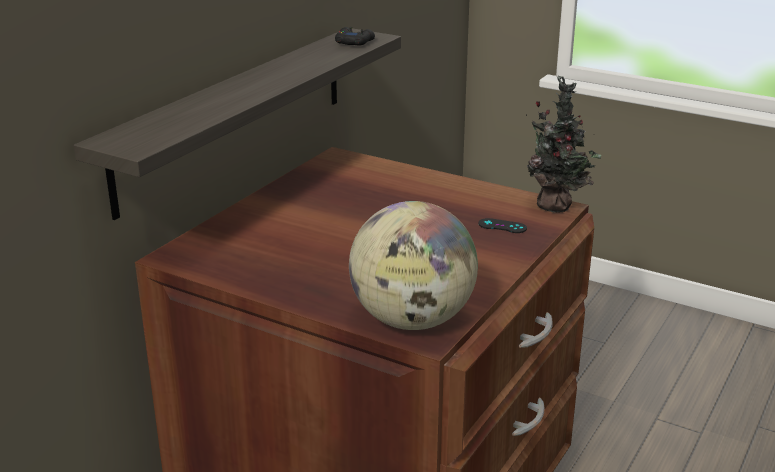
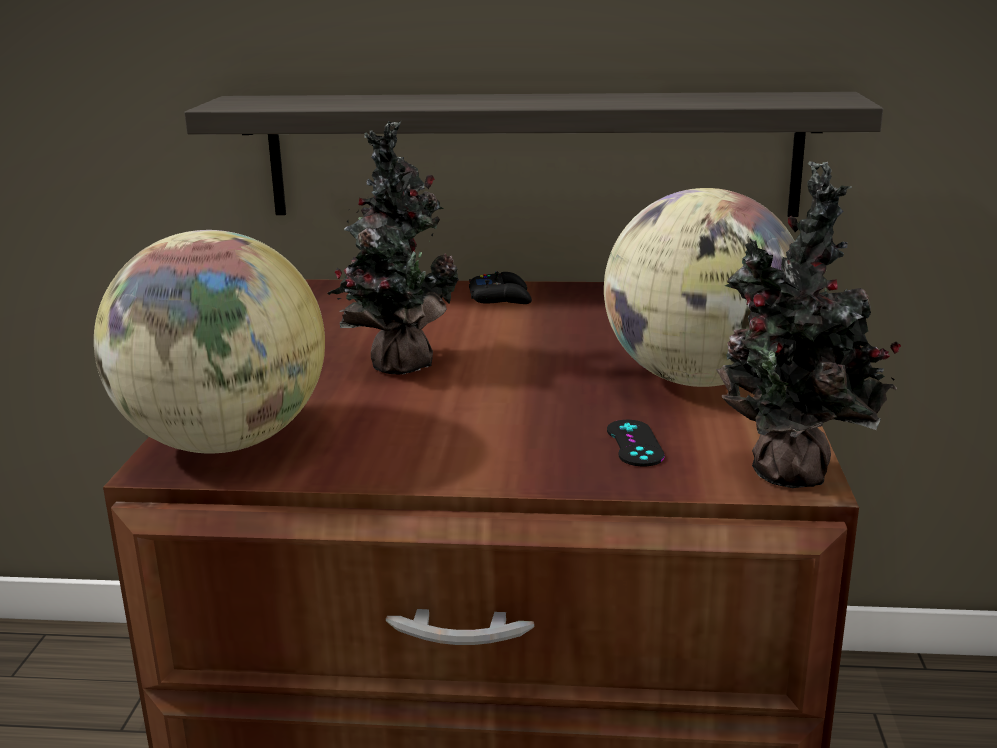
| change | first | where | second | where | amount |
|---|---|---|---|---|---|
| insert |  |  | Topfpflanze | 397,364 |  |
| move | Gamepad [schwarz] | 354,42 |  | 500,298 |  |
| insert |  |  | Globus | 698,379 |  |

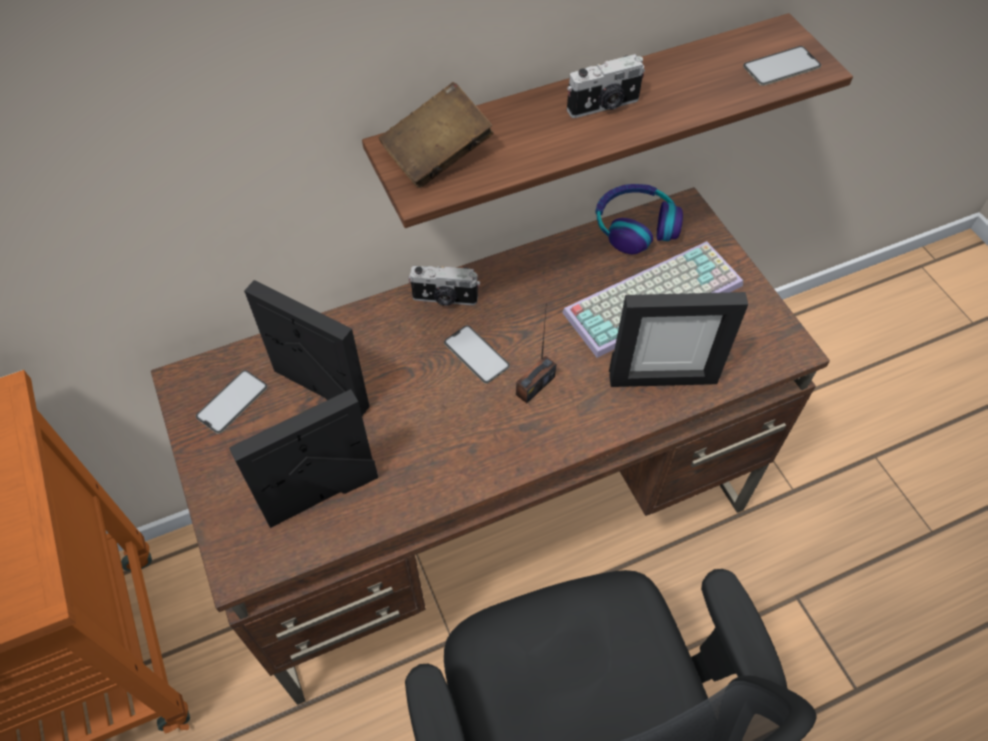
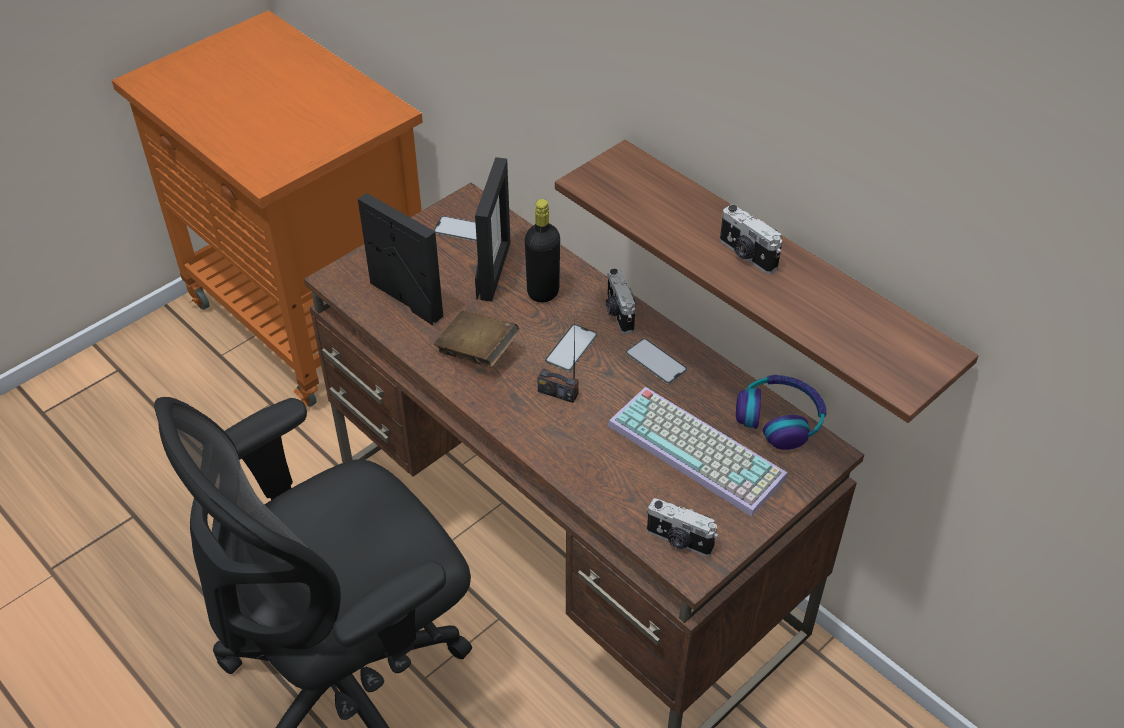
| change | first | where | second | where | amount |
|---|---|---|---|---|---|
| move | Buch [braun] | 437,155 |  | 477,352 |  |
| insert |  |  | Flasche [schwarz] | 543,292 |  |
| move | Handy | 781,66 |  | 656,361 |  |
| insert |  |  | Kamera | 679,540 |  |
| delete | Bilderrahmen | 662,377 |  |  |  |

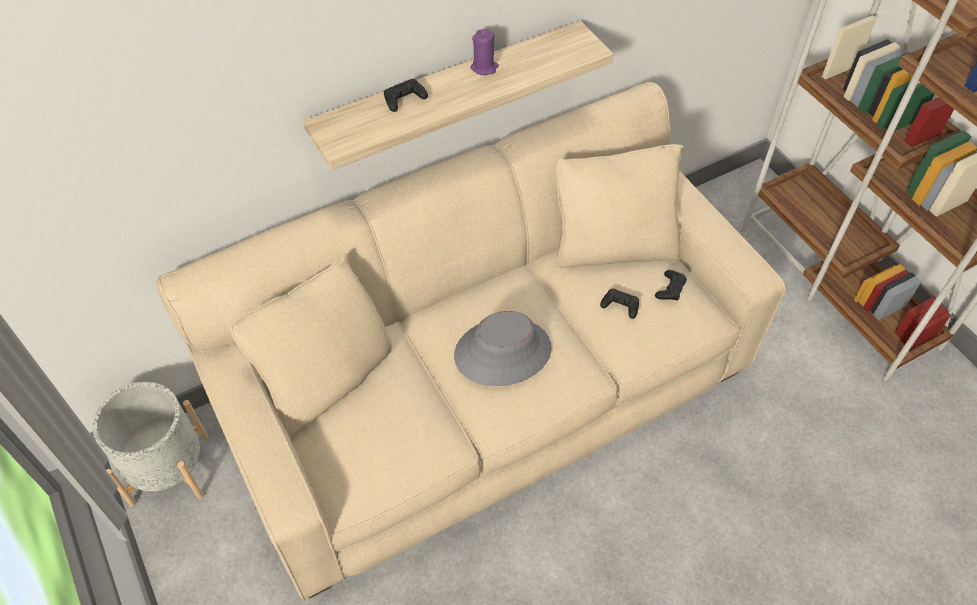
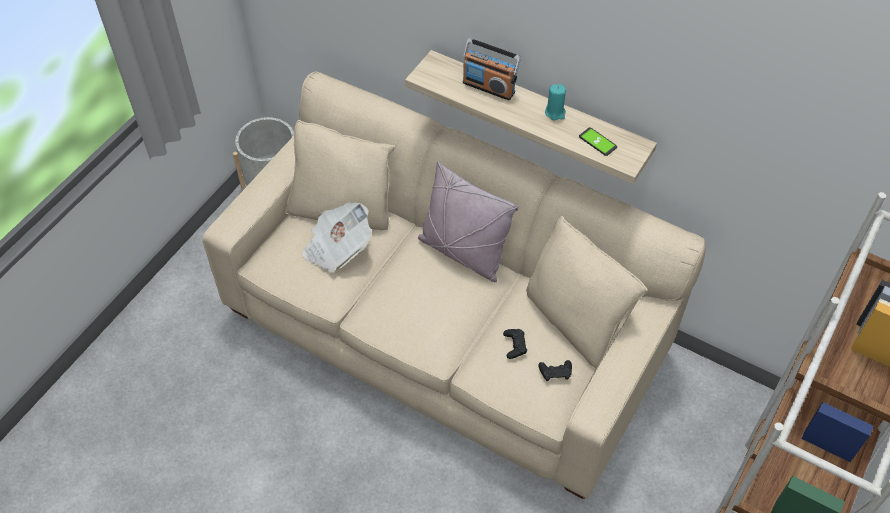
| change | first | where | second | where | amount |
|---|---|---|---|---|---|
| insert |  |  | Zeitung | 337,247 |  |
| insert |  |  | Kissen [lila] | 463,252 |  |
| replace | Gamepad [schwarz] | 404,99 | Radio | 489,87 |  |
| recolor | Kerze [lila] | 484,67 | Kerze [türkis] | 555,112 |  |
| insert |  |  | Handy | 597,142 |  |
| delete | Hut [grau] | 502,352 |  |  |  |

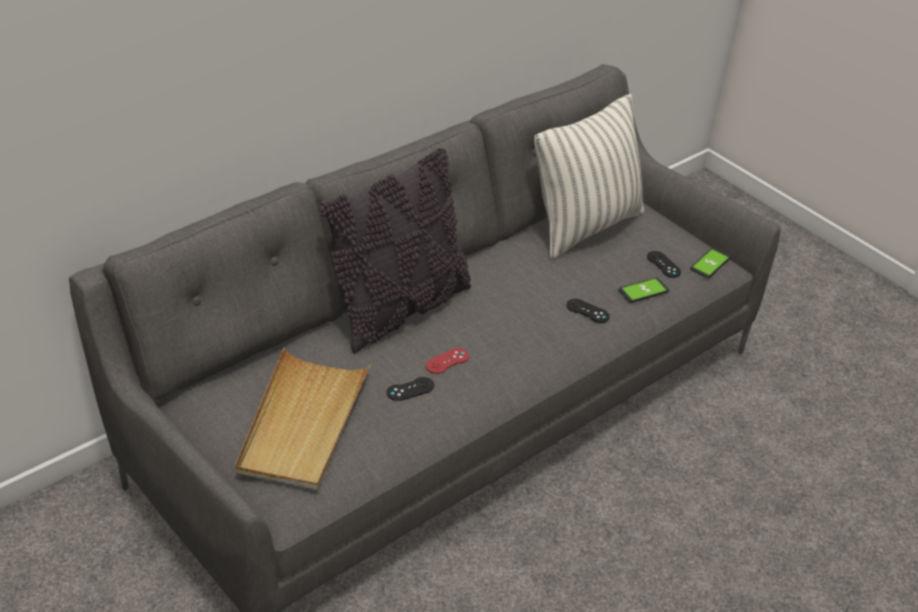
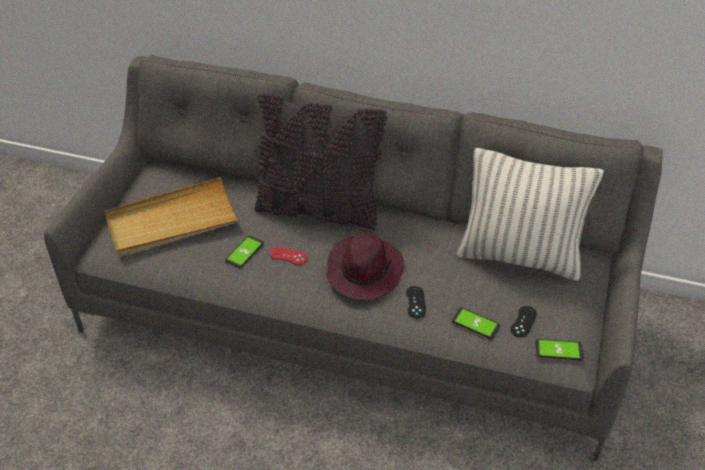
| change | first | where | second | where | amount |
|---|---|---|---|---|---|
| replace | Gamepad [schwarz] | 410,389 | Handy | 244,252 |  |
| insert |  |  | Hut [lila] | 364,270 |  |

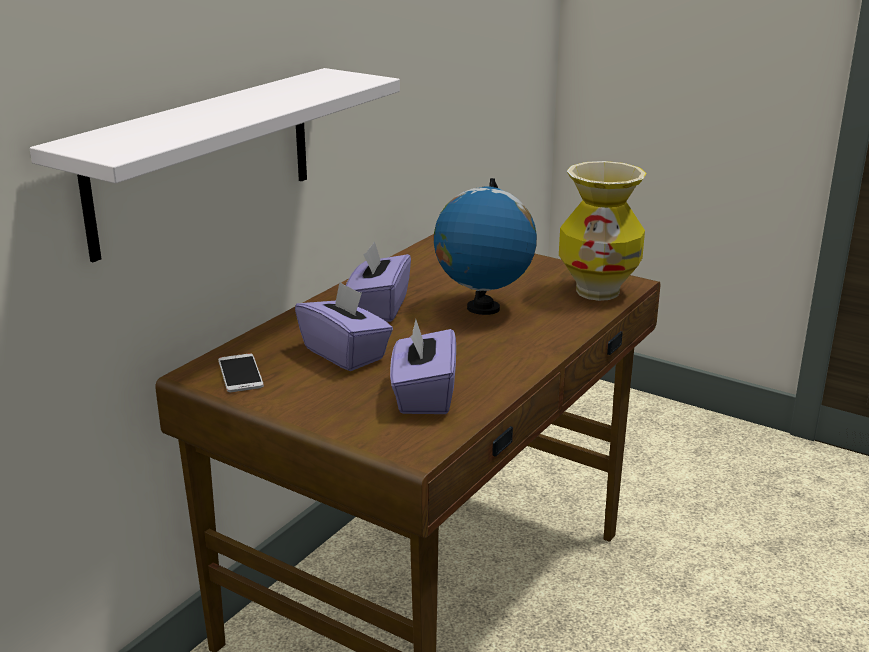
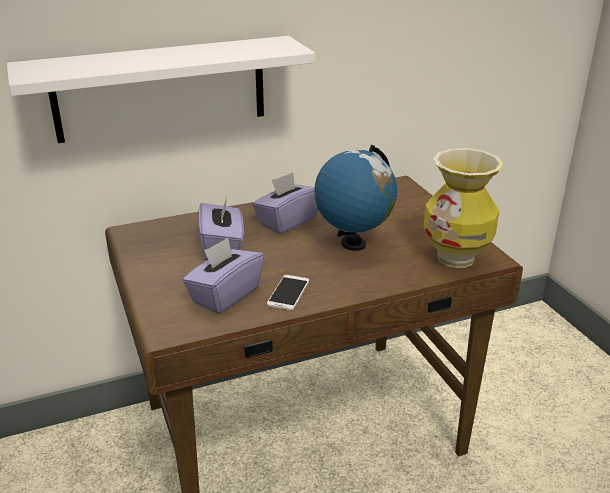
| change | first | where | second | where | amount |
|---|---|---|---|---|---|
| move | Handy | 240,373 |  | 288,293 |  |

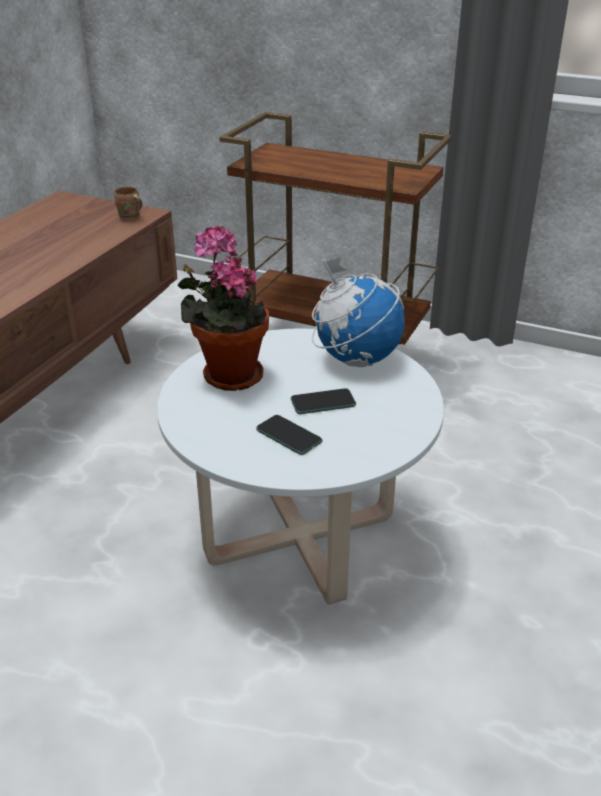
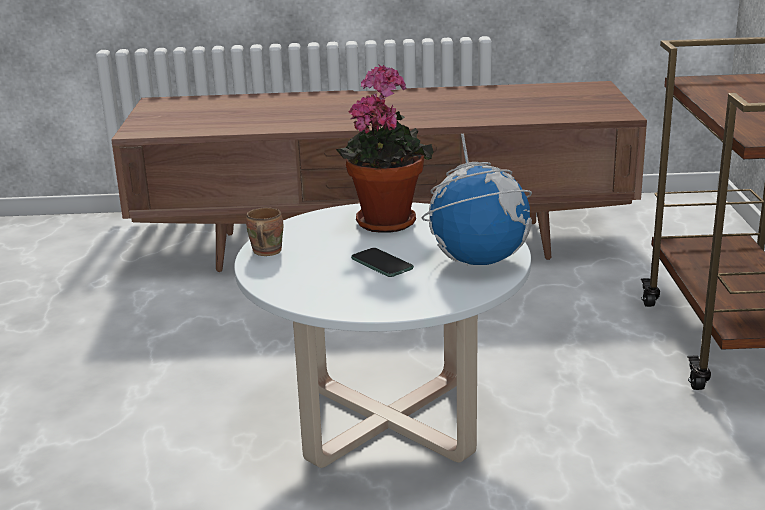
| change | first | where | second | where | amount |
|---|---|---|---|---|---|
| move | Henkelbecher [braun] | 129,218 |  | 265,252 |  |
| delete | Handy | 289,436 |  |  |  |

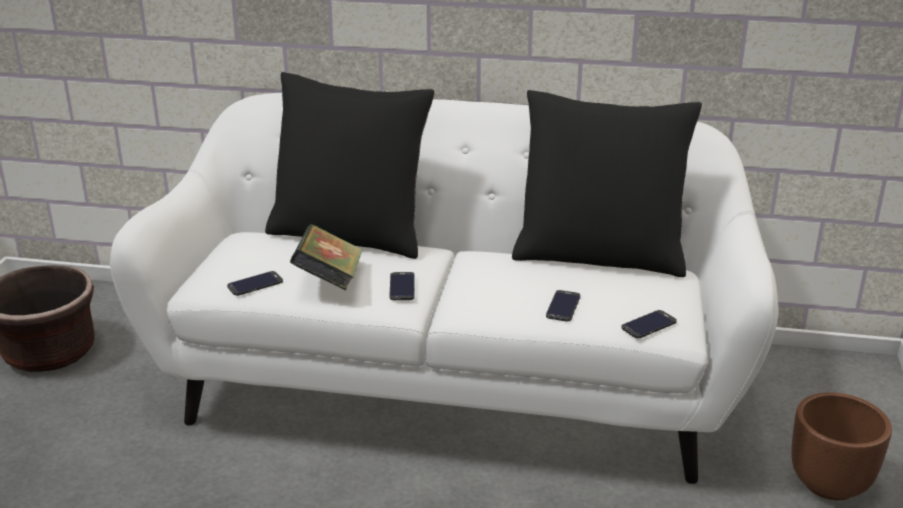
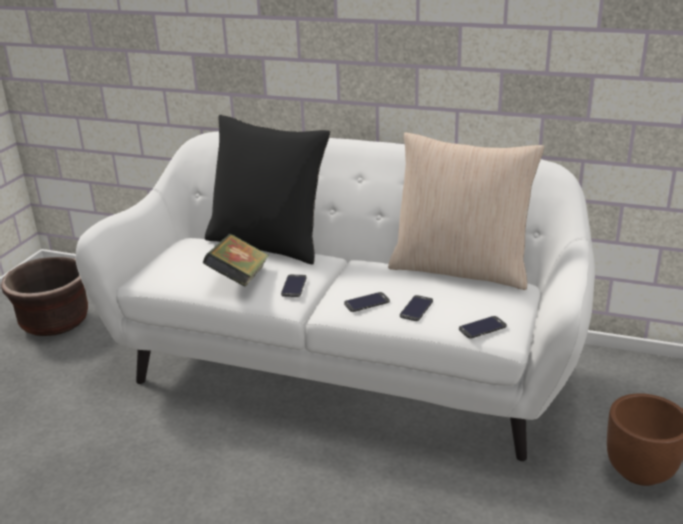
| change | first | where | second | where | amount |
|---|---|---|---|---|---|
| move | Handy | 255,284 |  | 367,302 |  |
| recolor | Kissen [schwarz] | 599,255 | Kissen [beige] | 460,268 |  |

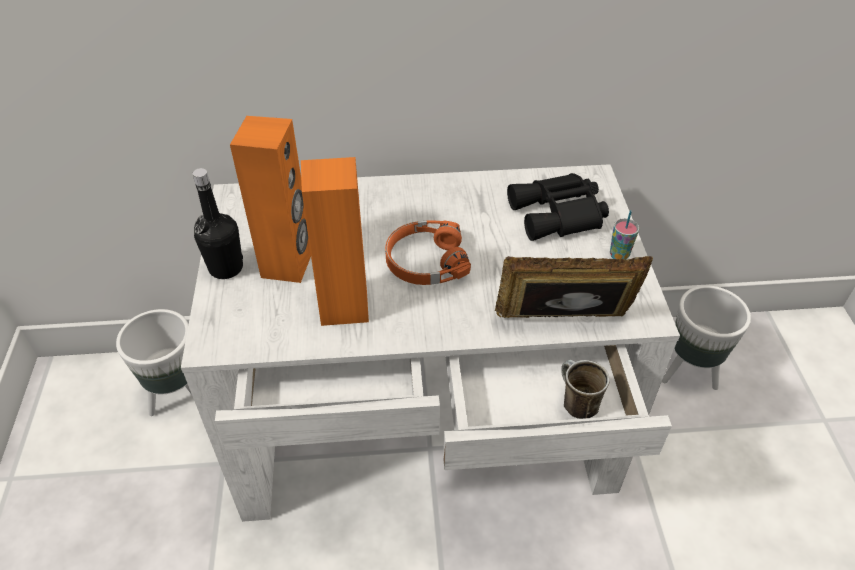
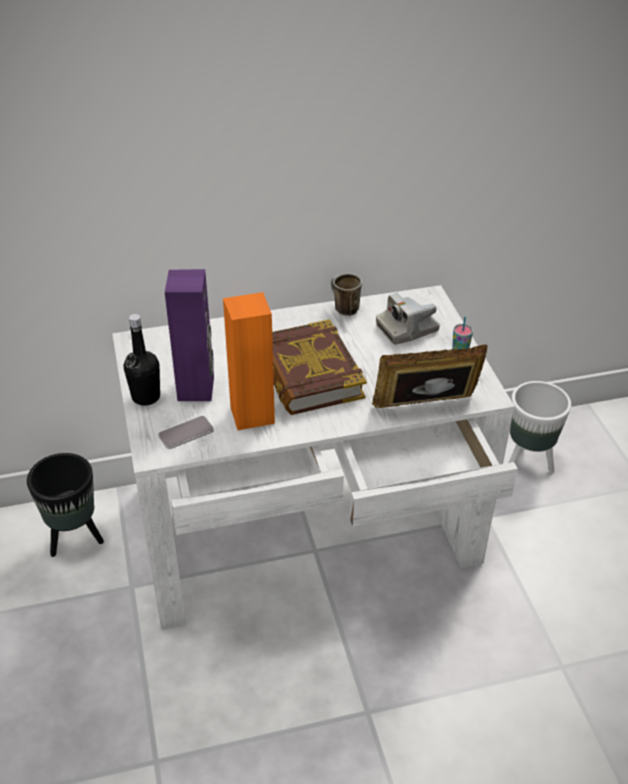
| change | first | where | second | where | amount |
|---|---|---|---|---|---|
| recolor | Pflanzkübel [weiß] | 178,398 | Pflanzkübel [schwarz] | 74,538 |  |
| insert |  |  | Handy | 186,433 |  |
| recolor | Lautsprecher [orange] | 288,264 | Lautsprecher [lila] | 196,389 |  |
| replace | Kopfhörer [orange] | 425,262 | Buch | 308,375 |  |
| move | Henkelbecher | 574,403 |  | 342,308 |  |
| replace | Fernglas [schwarz] | 559,215 | Kamera | 407,329 |  |

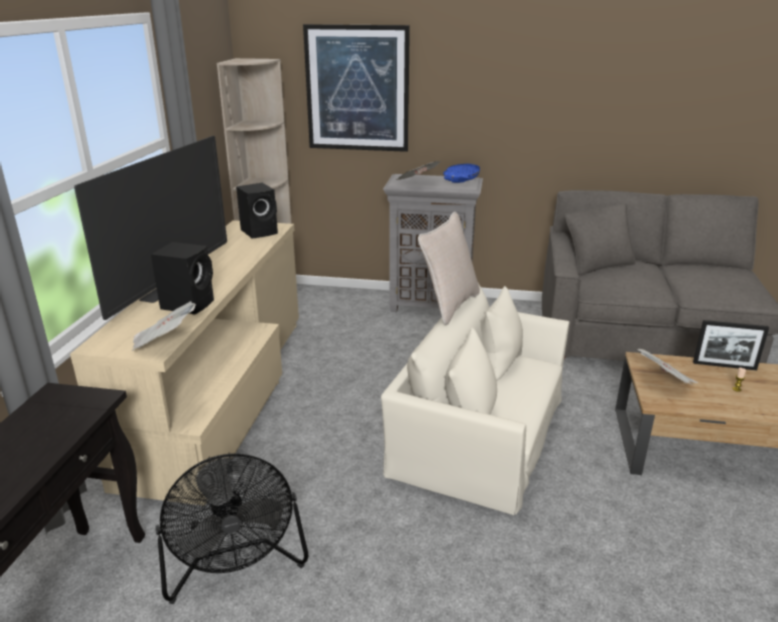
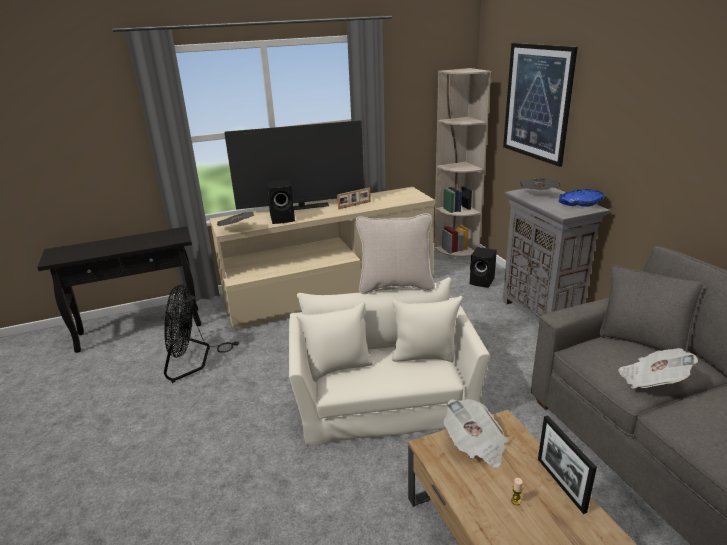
| change | first | where | second | where | amount |
|---|---|---|---|---|---|
| rotate | Ventilator [schwarz] | 230,565 |  | 196,357 | 45 degrees clockwise |
| insert |  |  | Bilderrahmen | 354,205 |  |
| move | Lautsprecher [schwarz] | 260,232 |  | 482,281 |  |
| insert |  |  | Zeitung | 652,381 |  |

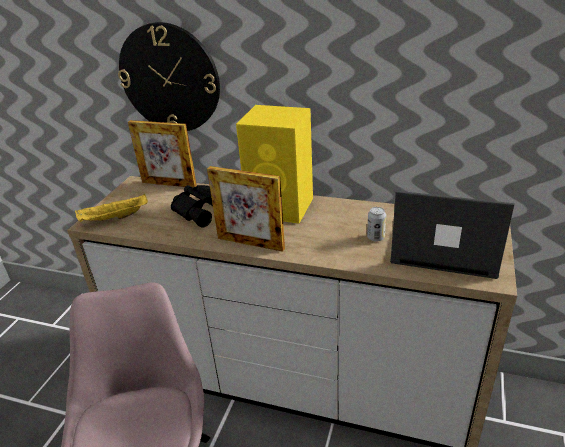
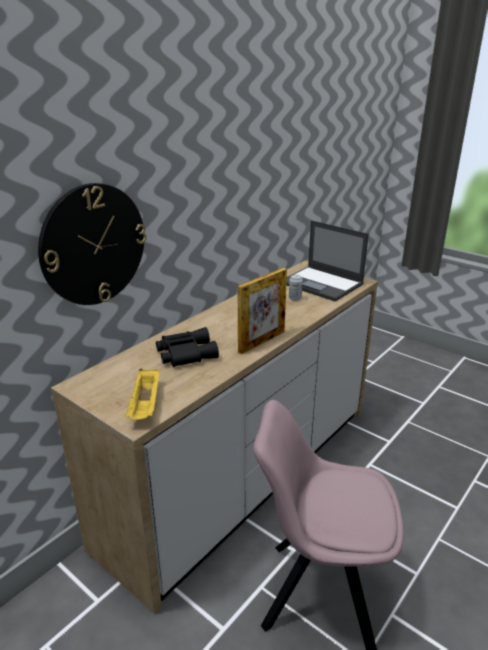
| change | first | where | second | where | amount |
|---|---|---|---|---|---|
| rotate | Laptop | 443,247 |  | 322,284 | 90 degrees counterclockwise |
| delete | Bilderrahmen | 169,184 |  |  |  |
| delete | Lautsprecher [gelb] | 282,207 |  |  |  |

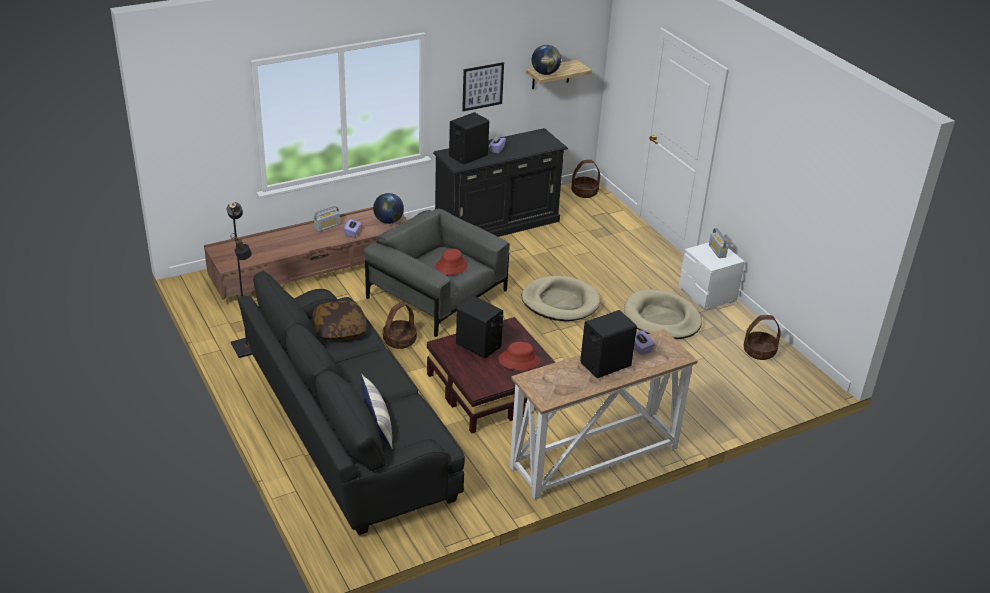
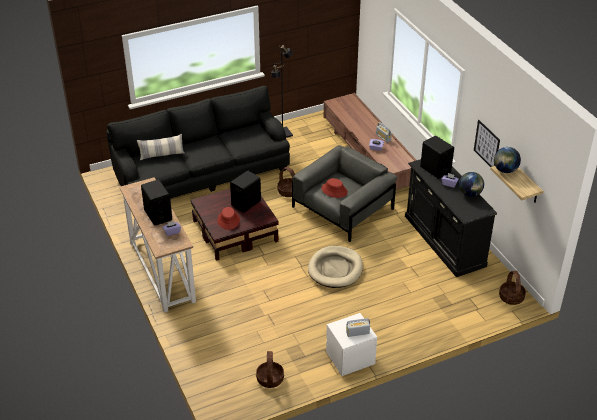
| change | first | where | second | where | amount |
|---|---|---|---|---|---|
| move | Globus | 388,221 |  | 470,194 |  |
| delete | Kissen | 339,329 |  |  |  |
| delete | Hundebett [beige] | 662,318 |  |  |  |

